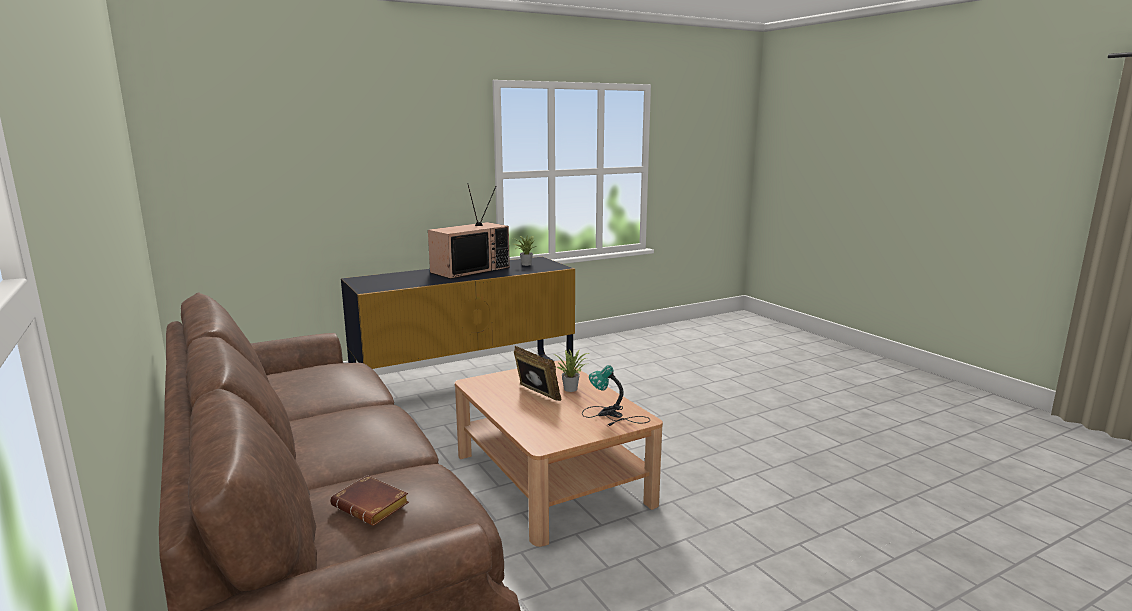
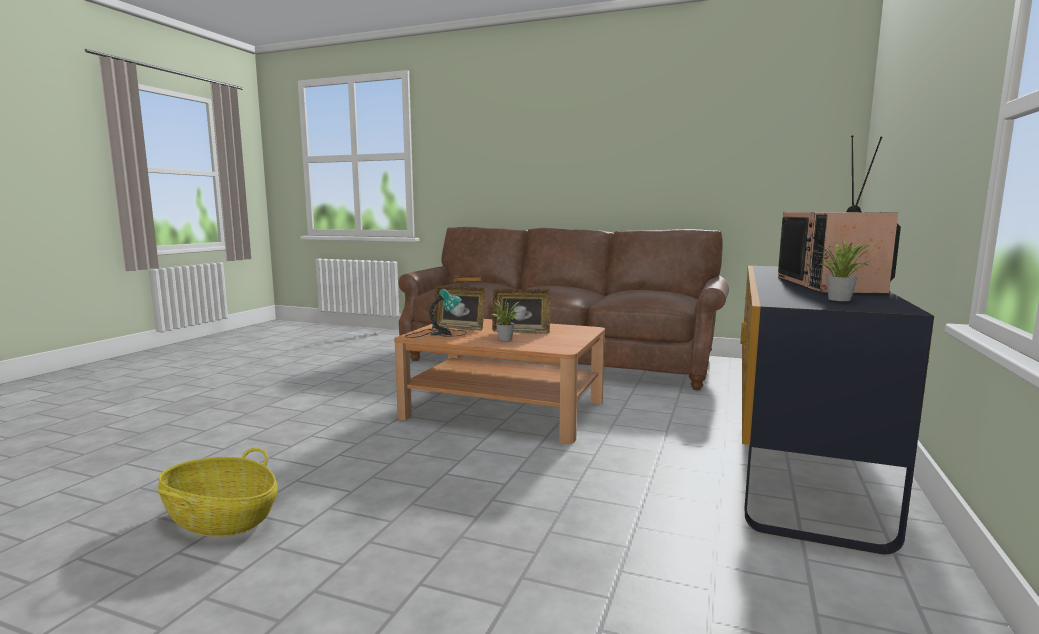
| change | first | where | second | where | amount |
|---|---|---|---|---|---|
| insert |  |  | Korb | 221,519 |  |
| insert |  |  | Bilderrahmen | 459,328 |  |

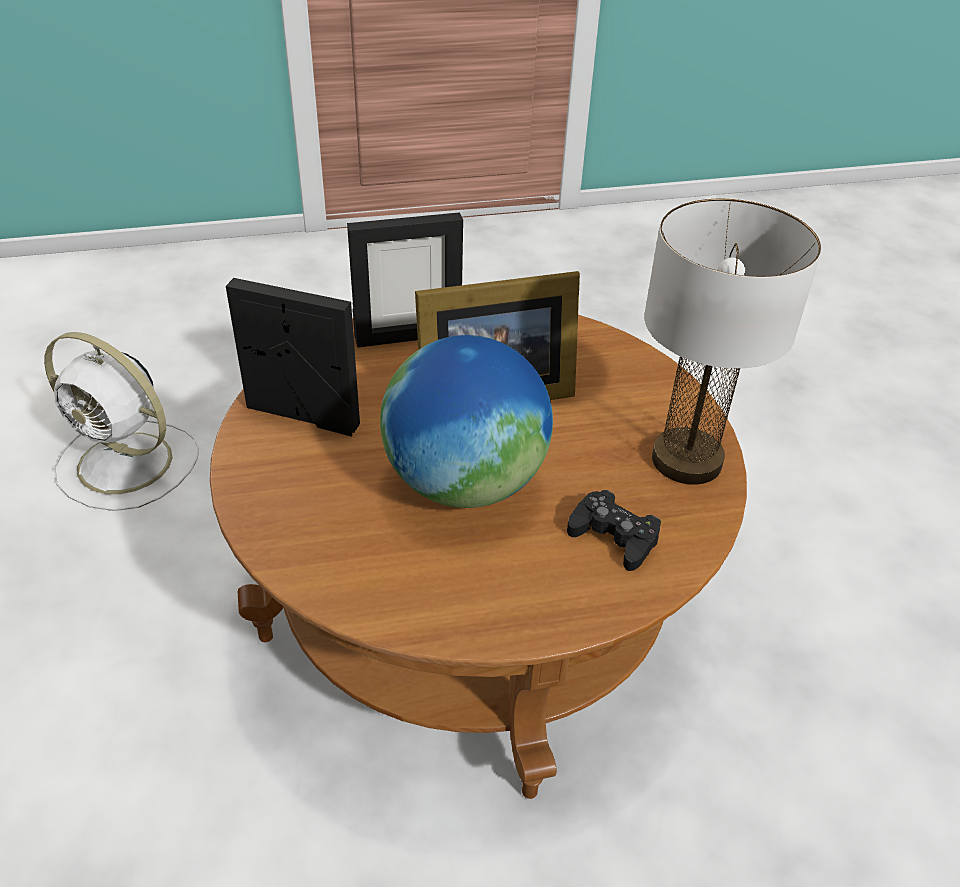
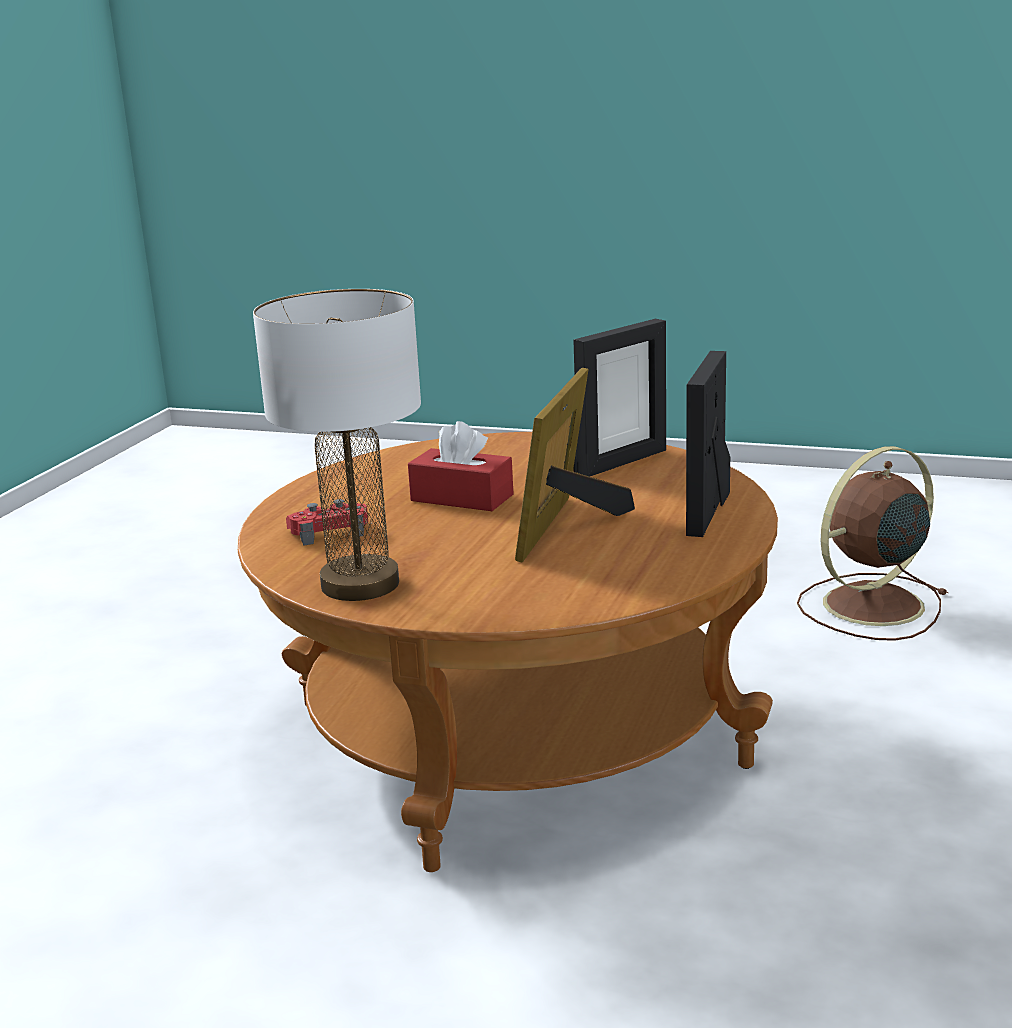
| change | first | where | second | where | amount |
|---|---|---|---|---|---|
| recolor | Gamepad [schwarz] | 613,536 | Gamepad [rot] | 329,532 |  |
| replace | Globus | 465,484 | Taschentuchbox [rot] | 462,498 |  |
| recolor | Ventilator [weiß] | 128,464 | Ventilator [braun] | 869,606 |  |

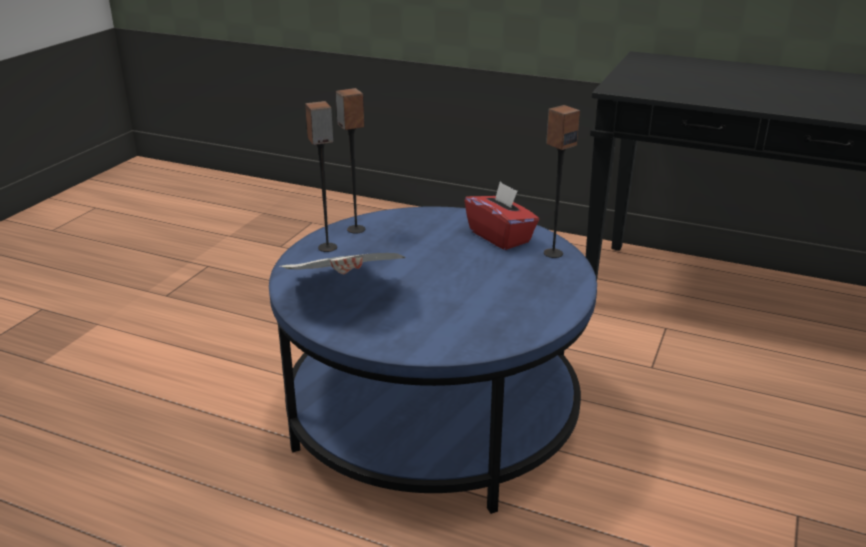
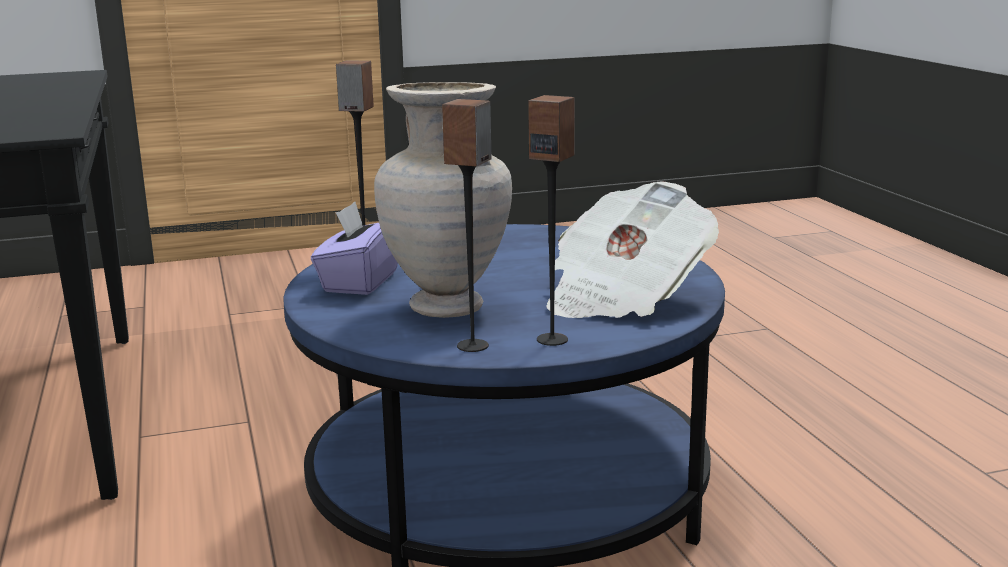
| change | first | where | second | where | amount |
|---|---|---|---|---|---|
| recolor | Taschentuchbox [rot] | 500,236 | Taschentuchbox [lila] | 359,282 |  |
| insert |  |  | Vase [beige] | 448,307 |  |

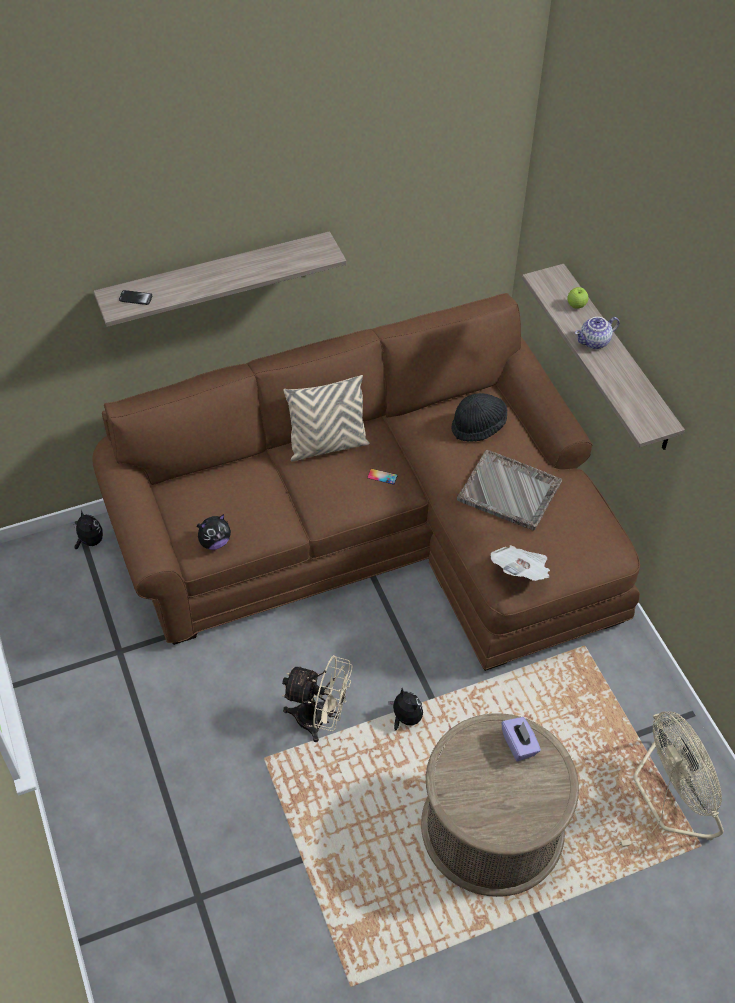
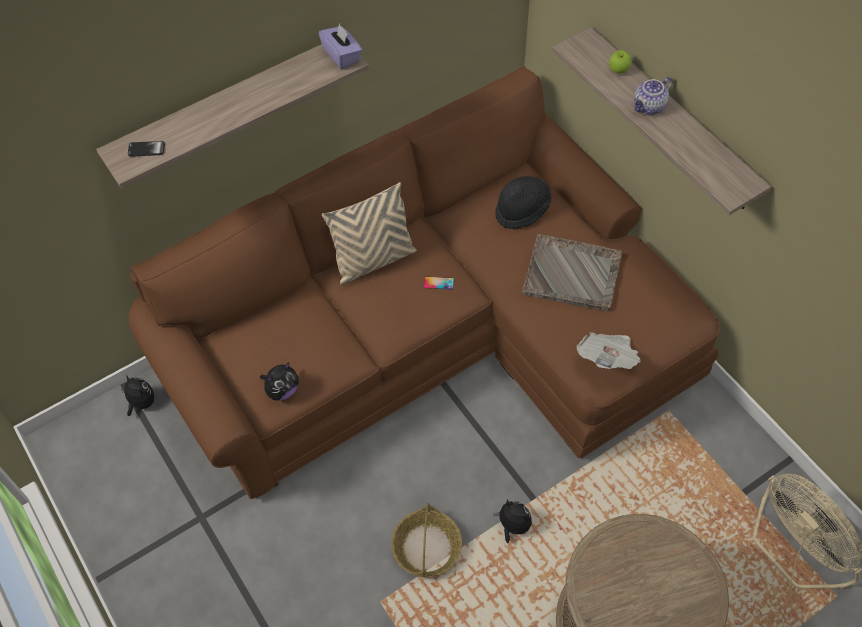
| change | first | where | second | where | amount |
|---|---|---|---|---|---|
| move | Taschentuchbox [lila] | 519,745 |  | 342,56 |  |
| replace | Ventilator [beige] | 319,720 | Korb | 426,547 |  |

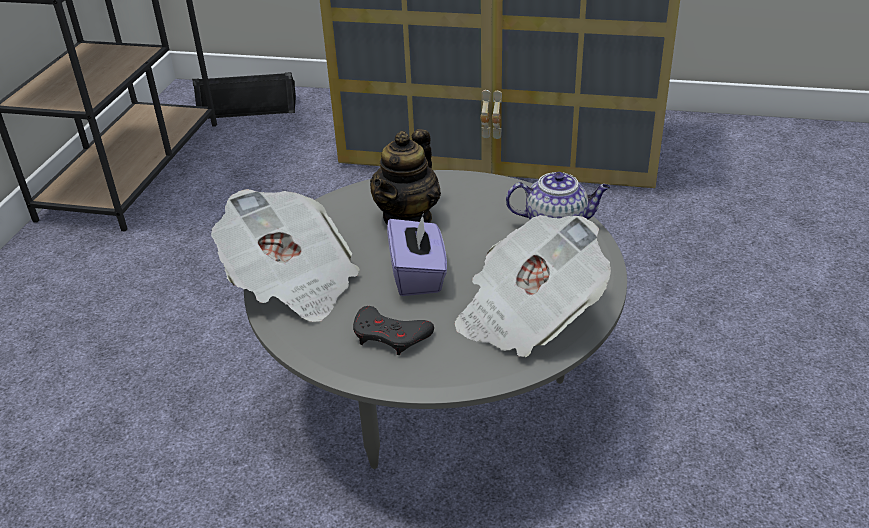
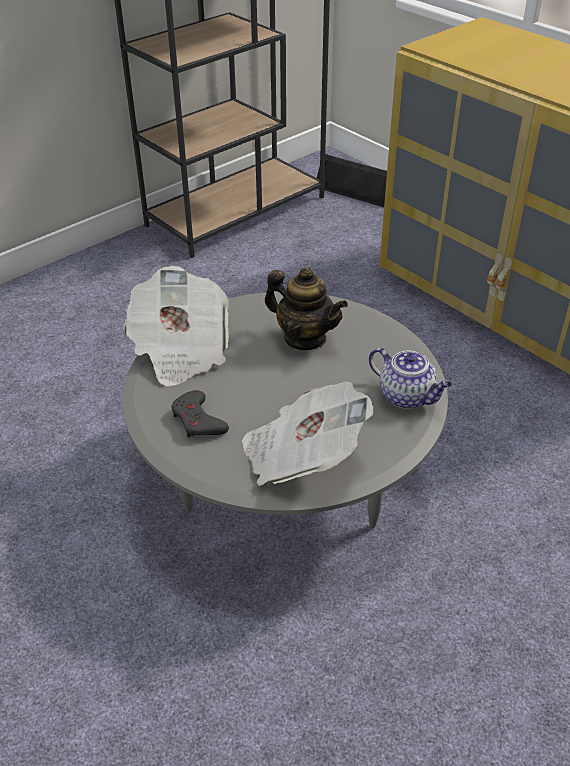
| change | first | where | second | where | amount |
|---|---|---|---|---|---|
| rotate | Teekanne | 408,218 |  | 305,338 | 120 degrees counterclockwise |
| delete | Taschentuchbox [lila] | 418,275 |  |  |  |

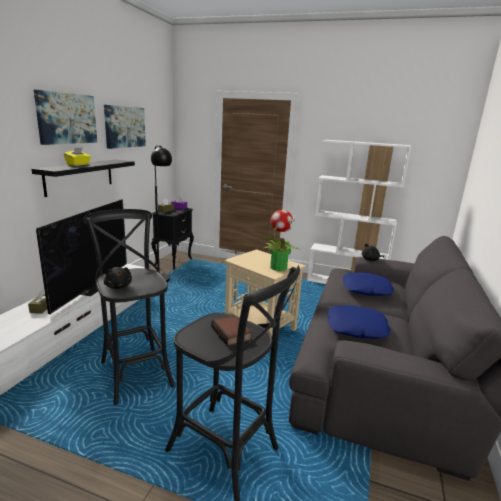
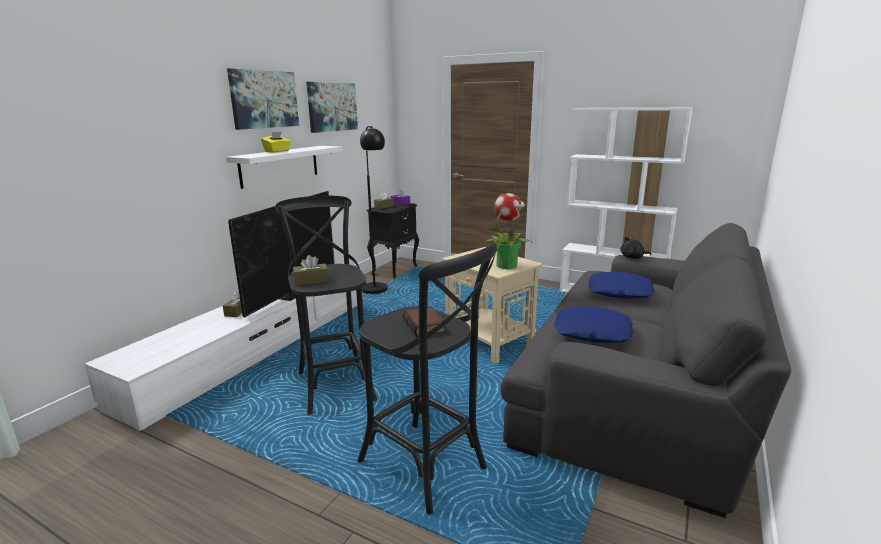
| change | first | where | second | where | amount |
|---|---|---|---|---|---|
| recolor | Wandregal [schwarz] | 80,176 | Wandregal [weiß] | 280,165 |  |
| replace | Plüschtier [schwarz] | 118,286 | Taschentuchbox [braun] | 311,281 |  |

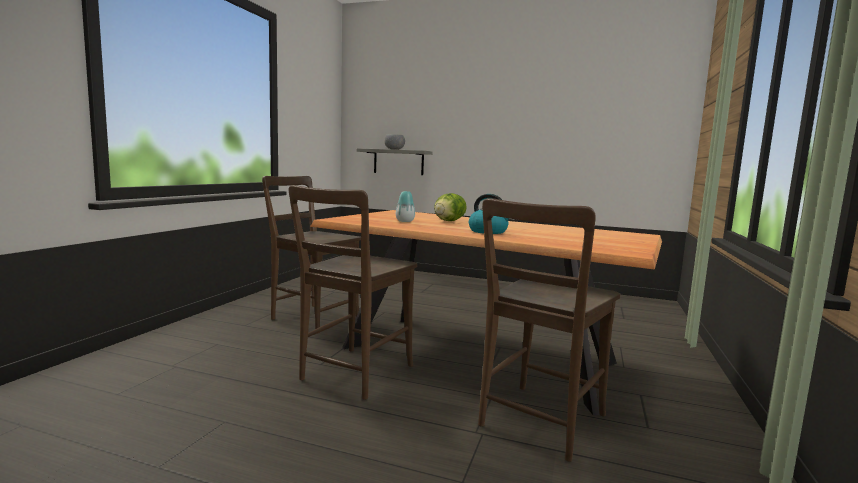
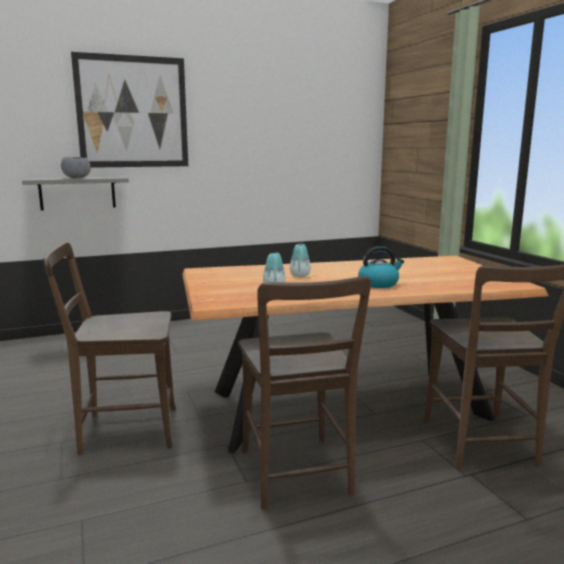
| change | first | where | second | where | amount |
|---|---|---|---|---|---|
| insert |  |  | Bild | 133,112 |  |
| replace | Salatkopf | 448,221 | Vase | 300,276 |  |

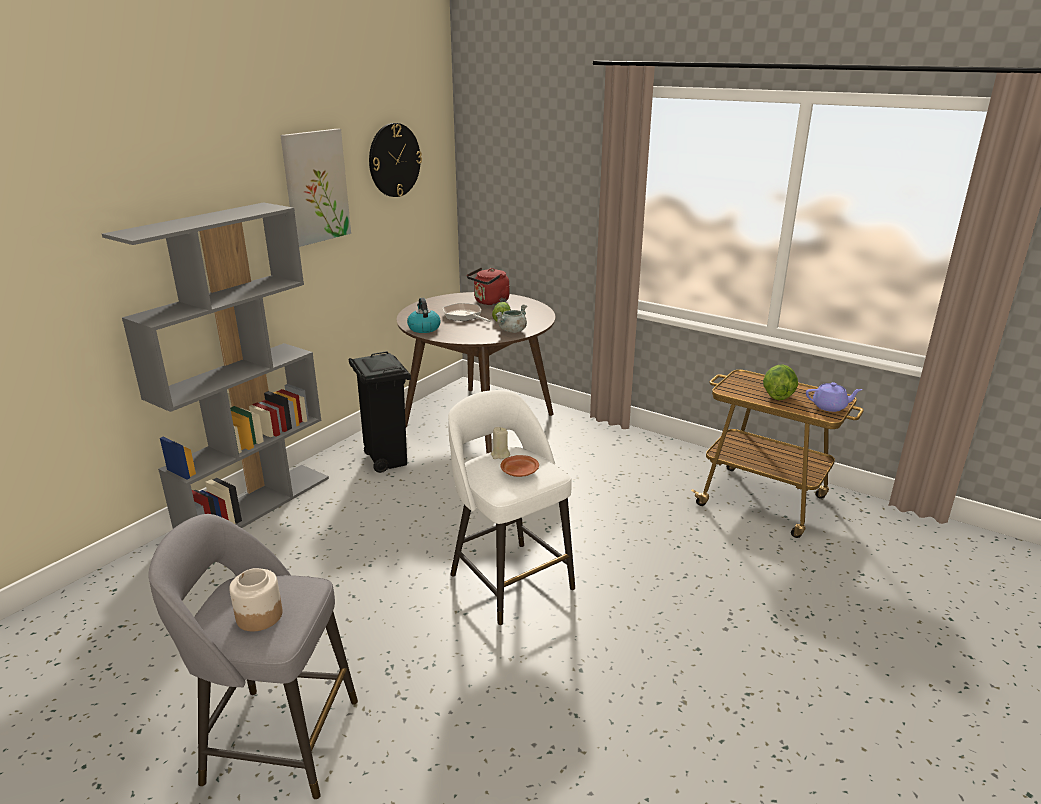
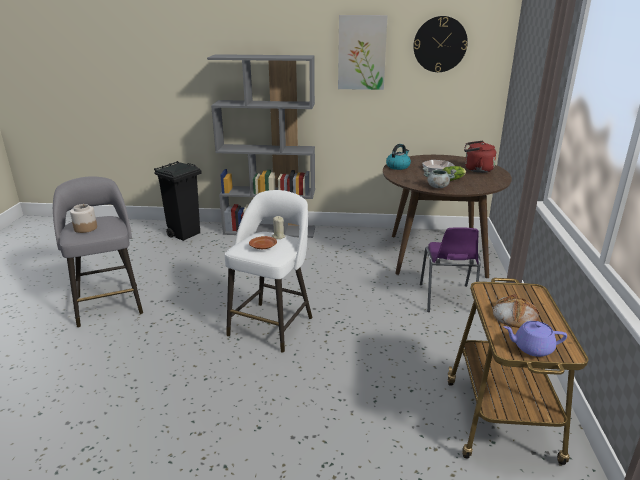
| change | first | where | second | where | amount |
|---|---|---|---|---|---|
| move | Mülleimer [schwarz] | 386,460 |  | 185,234 |  |
| insert |  |  | Stuhl [lila] | 447,299 |  |
| replace | Salatkopf | 777,396 | Brot | 514,315 |  |
| rotate | Teekanne [lila] | 830,407 |  | 532,348 | 120 degrees clockwise |

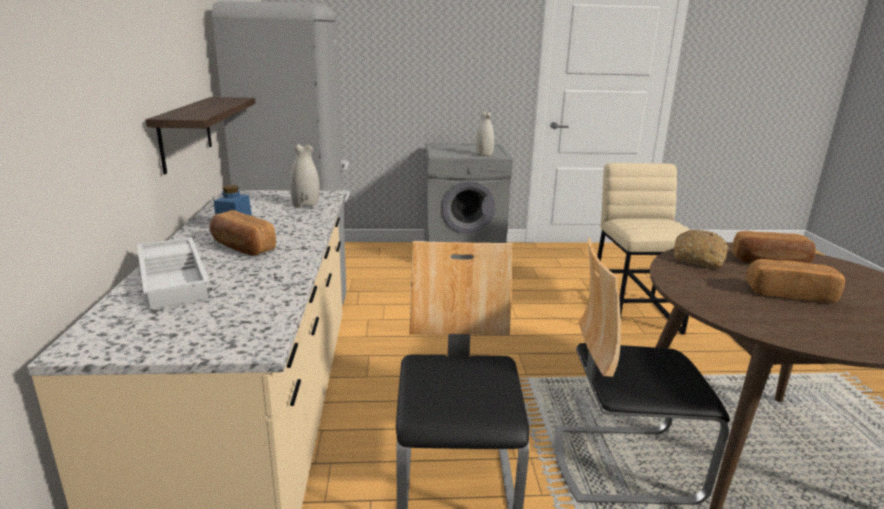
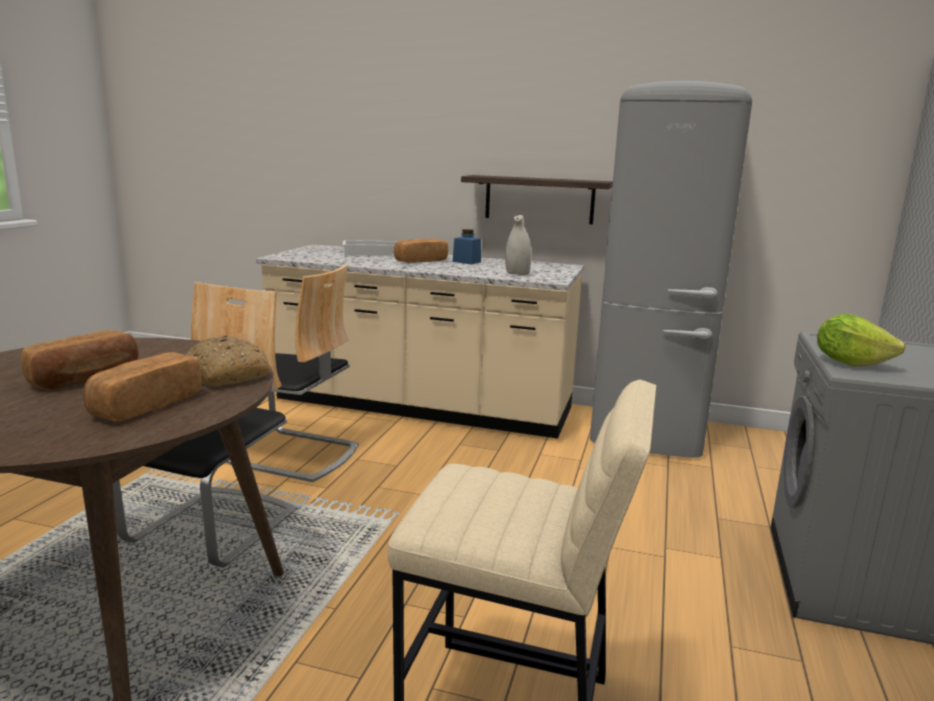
| change | first | where | second | where | amount |
|---|---|---|---|---|---|
| replace | Vase [weiß] | 484,154 | Salatkopf | 850,363 |  |

